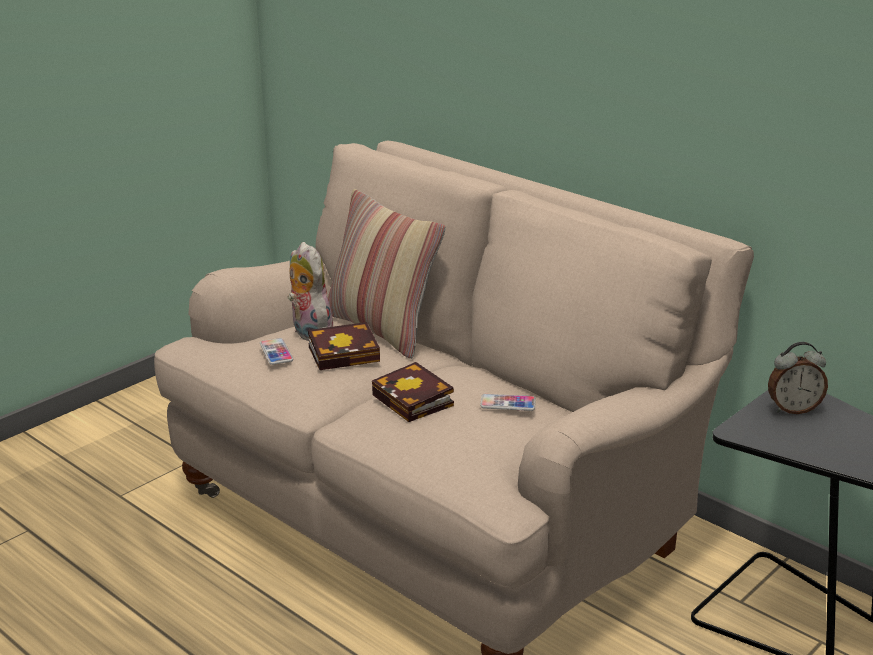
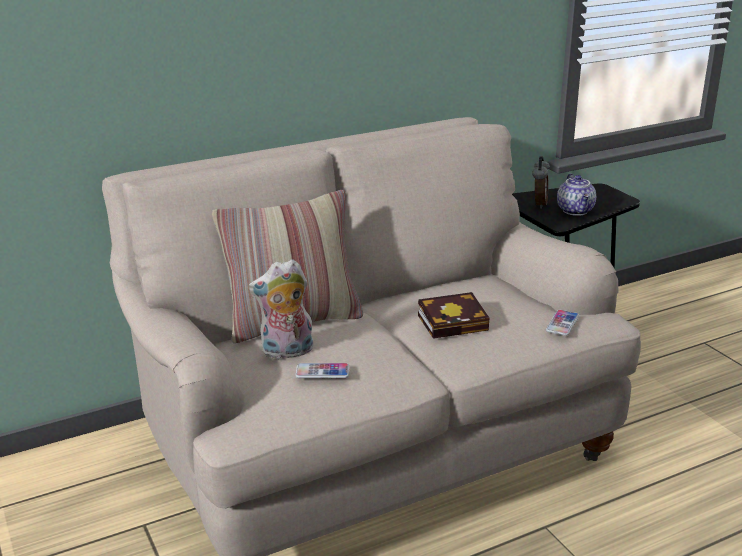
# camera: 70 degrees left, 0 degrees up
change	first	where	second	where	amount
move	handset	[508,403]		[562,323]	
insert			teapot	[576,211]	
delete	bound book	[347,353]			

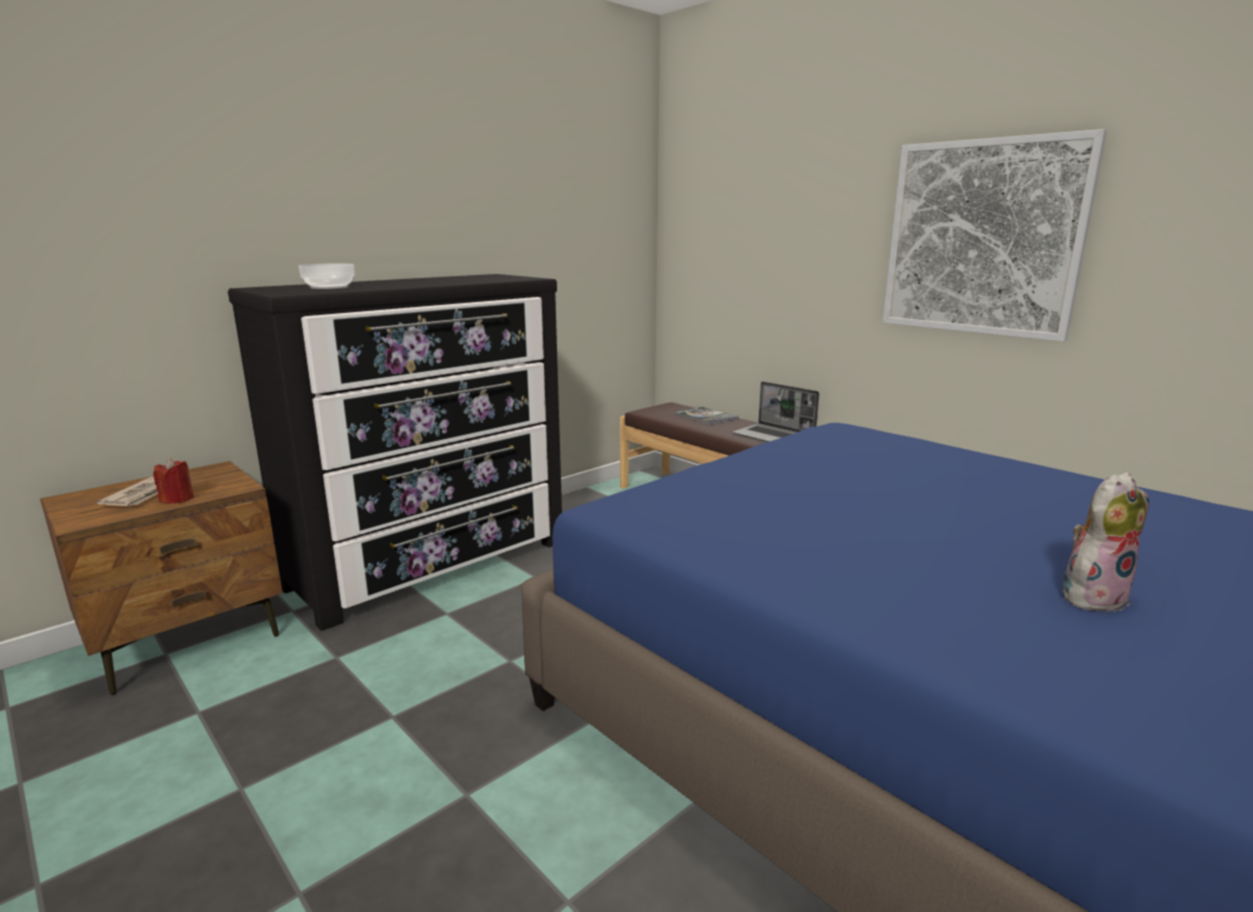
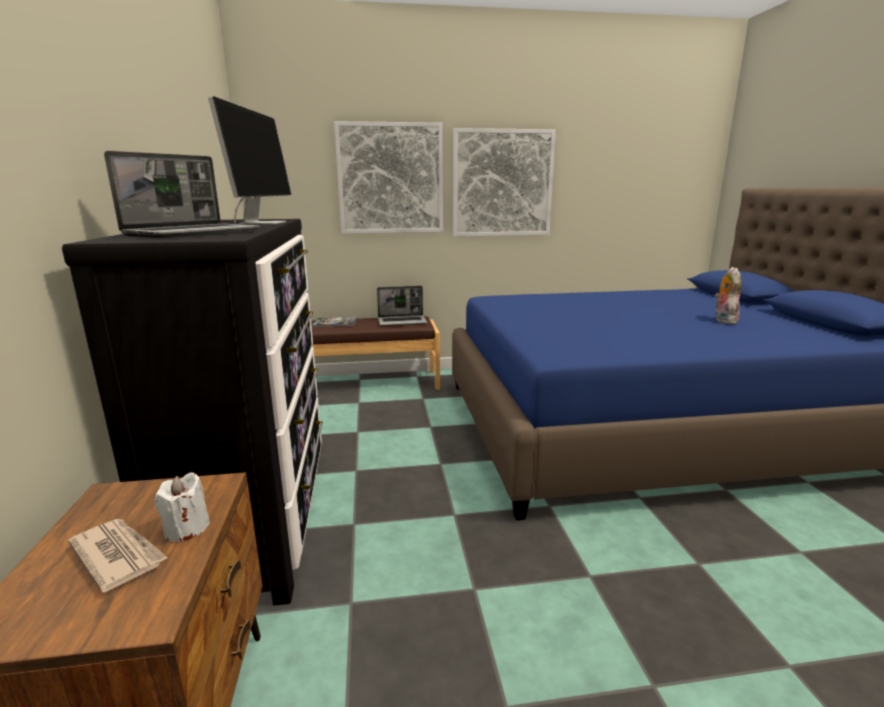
# camera: 55 degrees left, 0 degrees up
change	first	where	second	where	amount
replace	bowl	[330,287]	notebook computer	[194,233]	
recolor	wax light (red)	[177,499]	wax light (whitish)	[186,529]	
insert			computer screen	[262,223]	
insert			wall art	[390,179]	

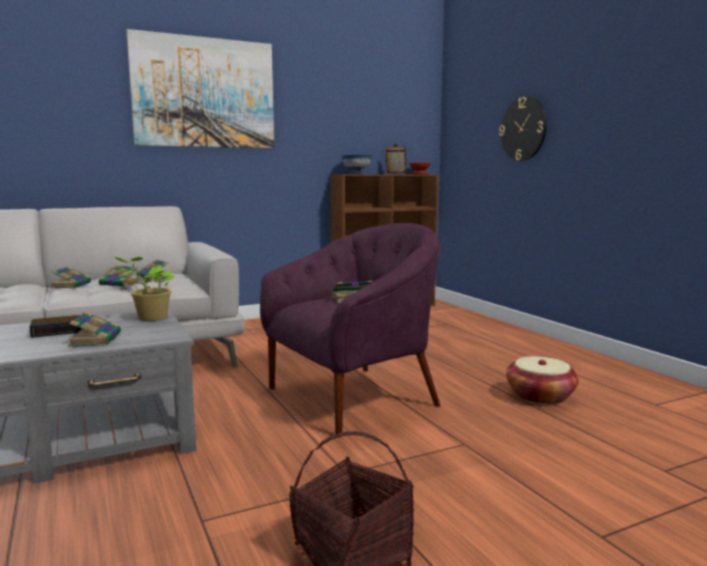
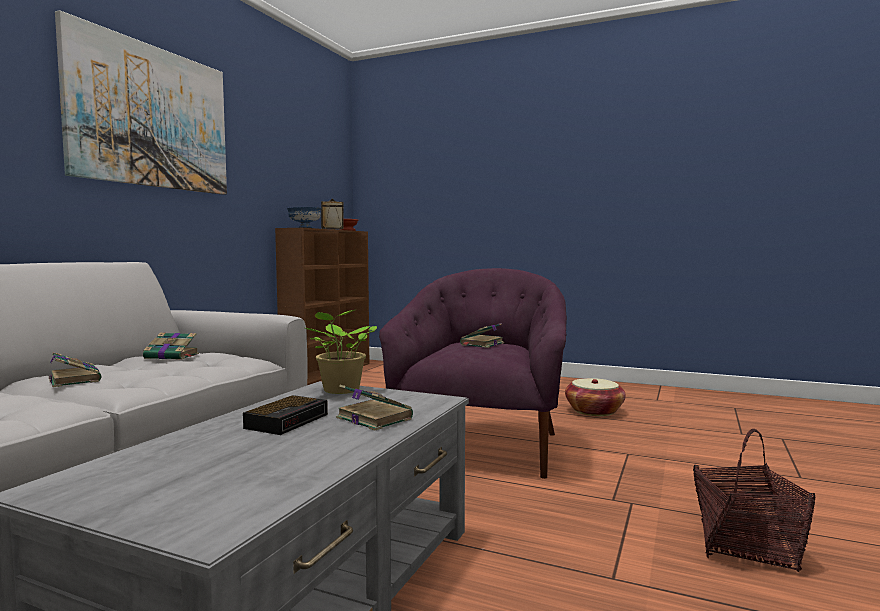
# camera: 40 degrees left, 5 degrees down
change	first	where	second	where	amount
delete	bound book	[120,284]			
delete	clock on the wall	[523,129]			

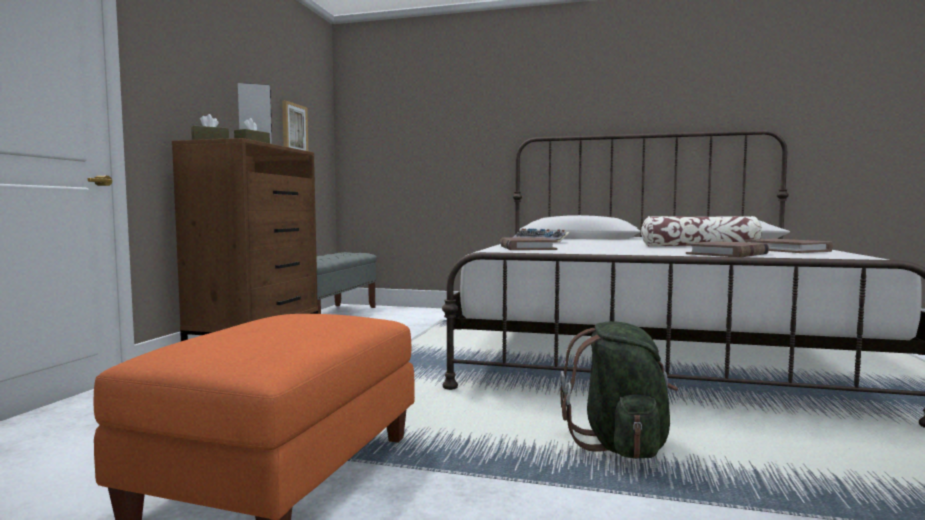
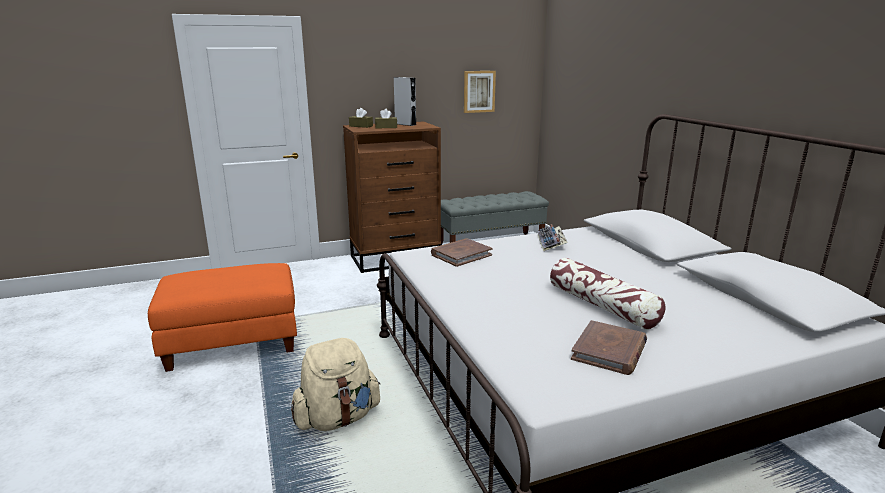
# camera: 55 degrees right, 15 degrees up
change	first	where	second	where	amount
recolor	backpack (green)	[620,444]	backpack (beige-coloured)	[337,418]	
delete	bound book (brownish)	[727,254]			

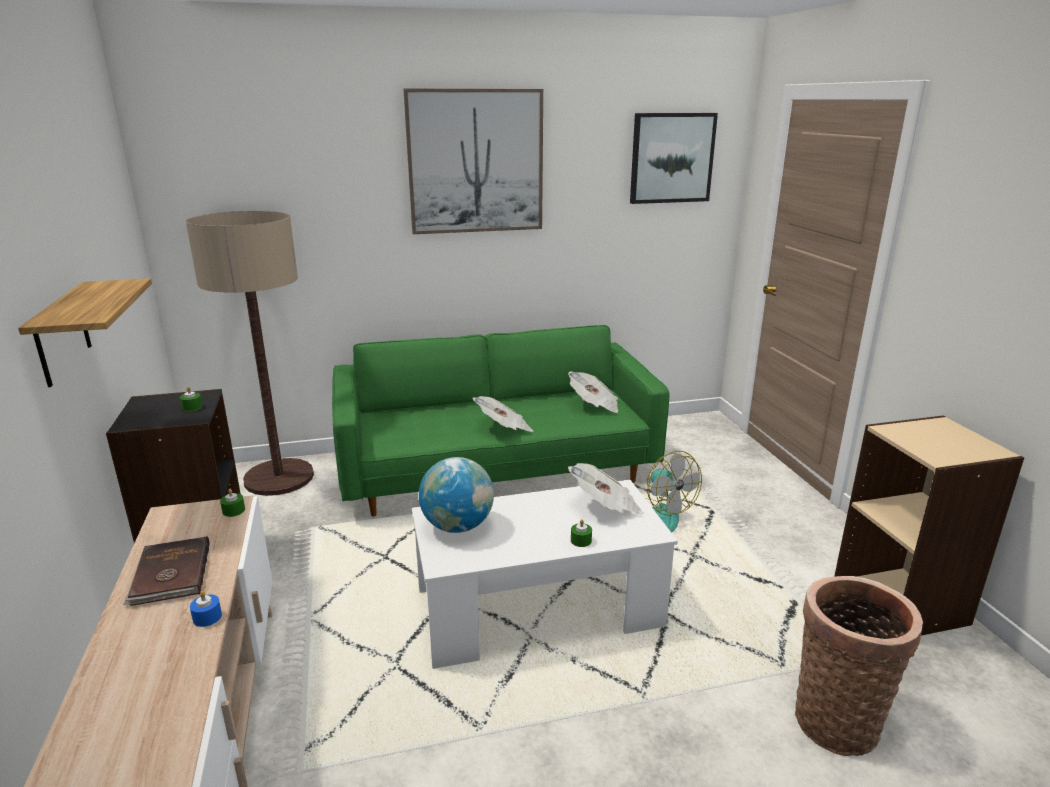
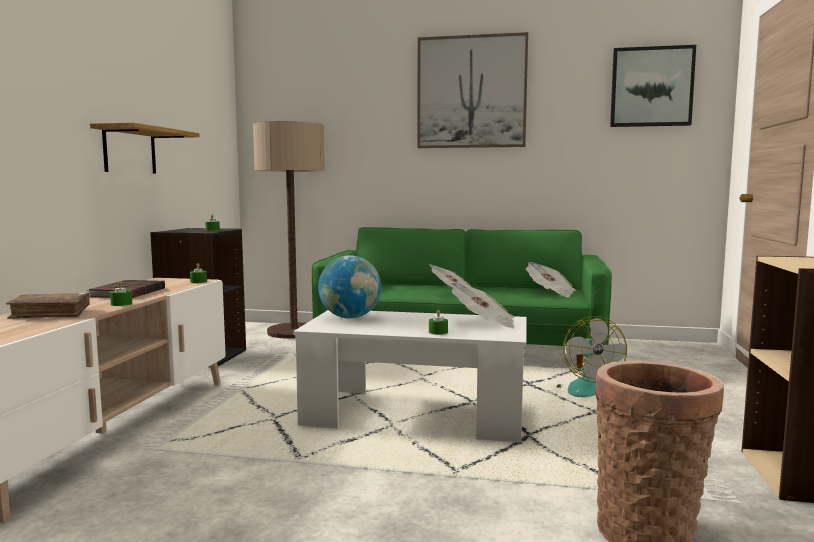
# camera: 25 degrees right, 15 degrees down
change	first	where	second	where	amount
insert			bound book (brownish)	[51,314]	
recolor	wax light (bluish)	[207,617]	wax light (green)	[121,304]	

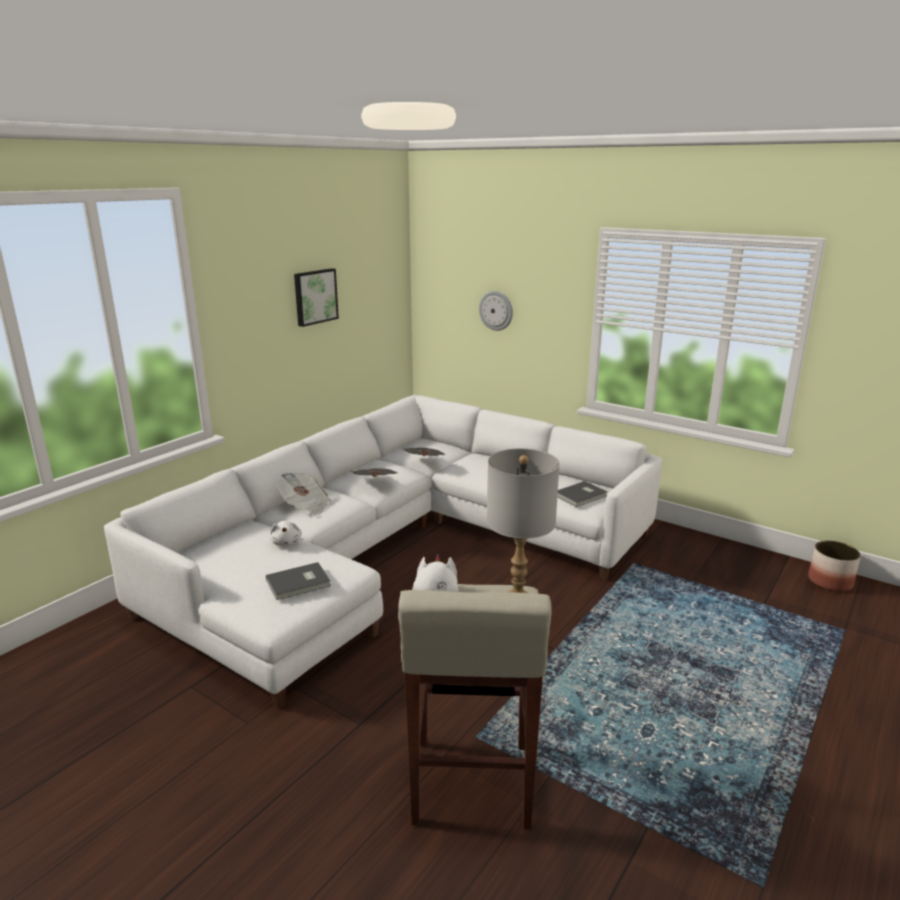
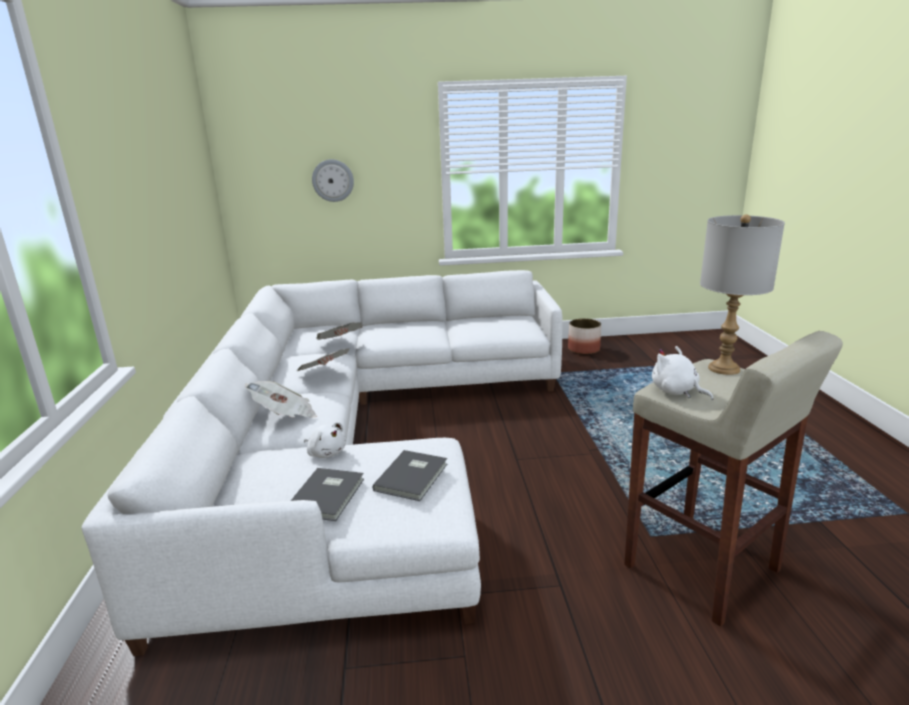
# camera: 40 degrees left, 0 degrees up
change	first	where	second	where	amount
move	bound book (greyish)	[582,495]		[328,495]	
move	plant pot	[830,582]		[584,349]	
delete	wall art	[314,296]			

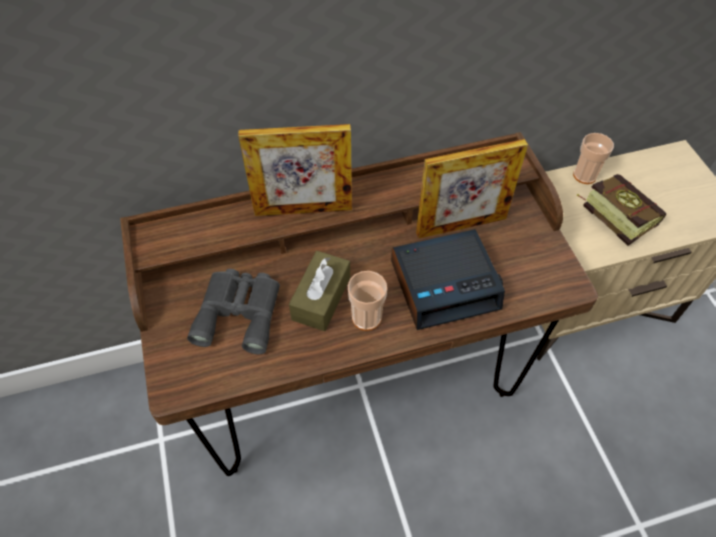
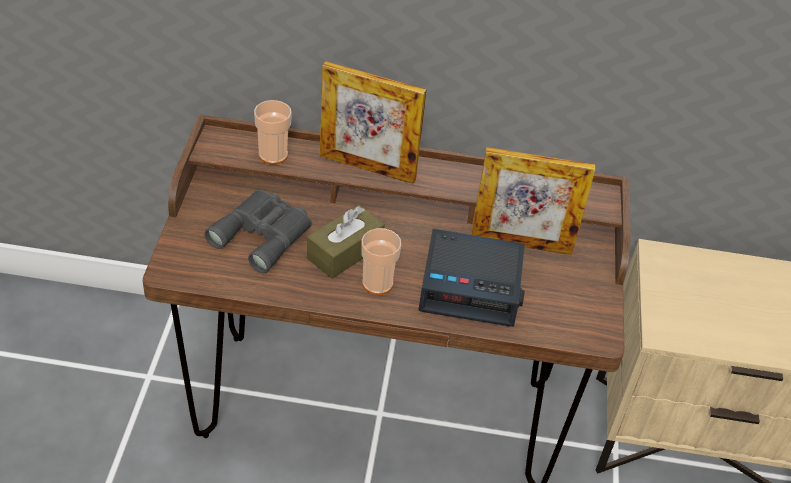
# camera: 20 degrees right, 10 degrees down
change	first	where	second	where	amount
move	small cup	[584,175]		[273,155]	
delete	bound book	[612,215]			

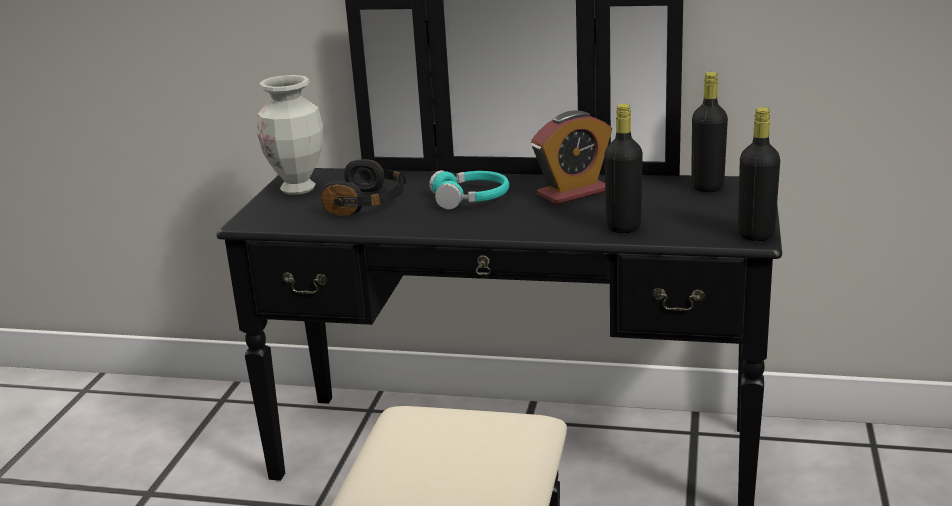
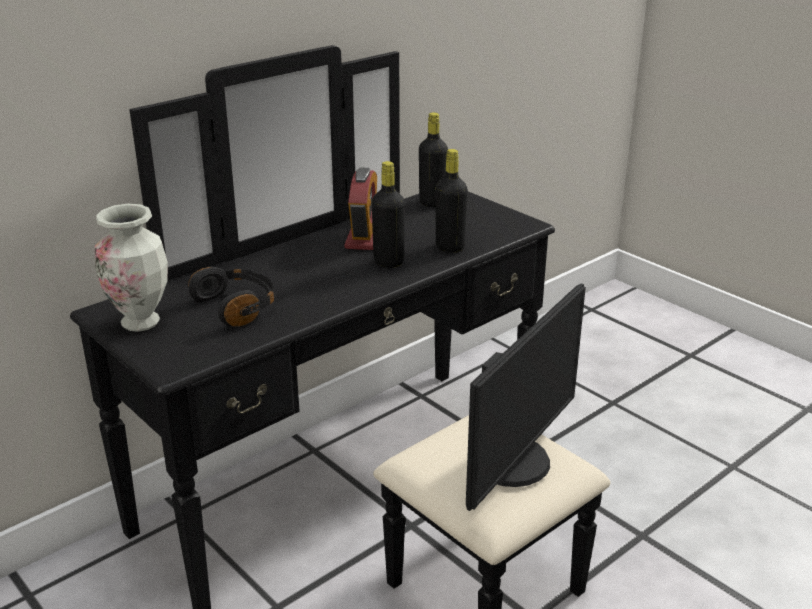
# camera: 55 degrees left, 5 degrees up
change	first	where	second	where	amount
move	bottle (black)	[755,235]		[388,262]	
insert			computer screen	[514,462]	
delete	pair of headphones (blue-green)	[471,199]			

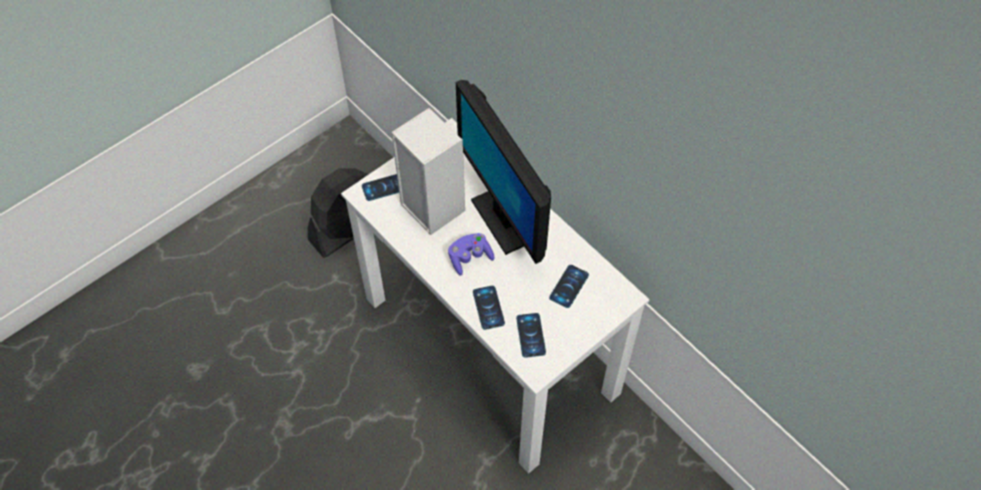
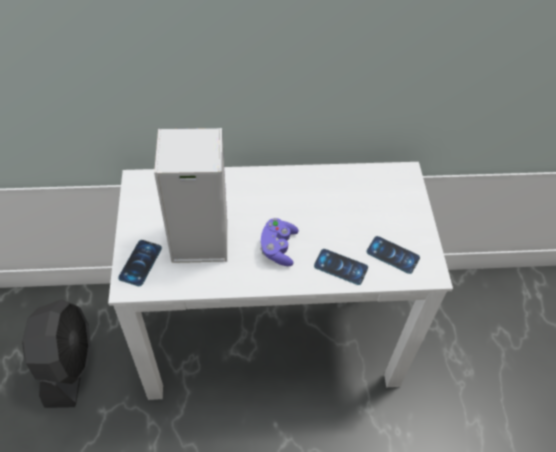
# camera: 55 degrees left, 5 degrees down
change	first	where	second	where	amount
delete	computer screen	[505,218]			
delete	handset	[569,286]			

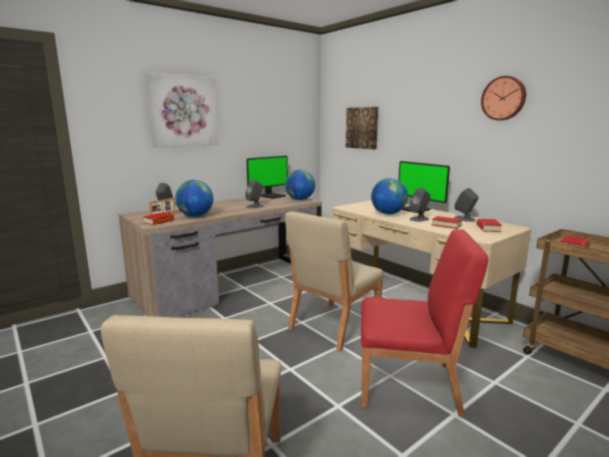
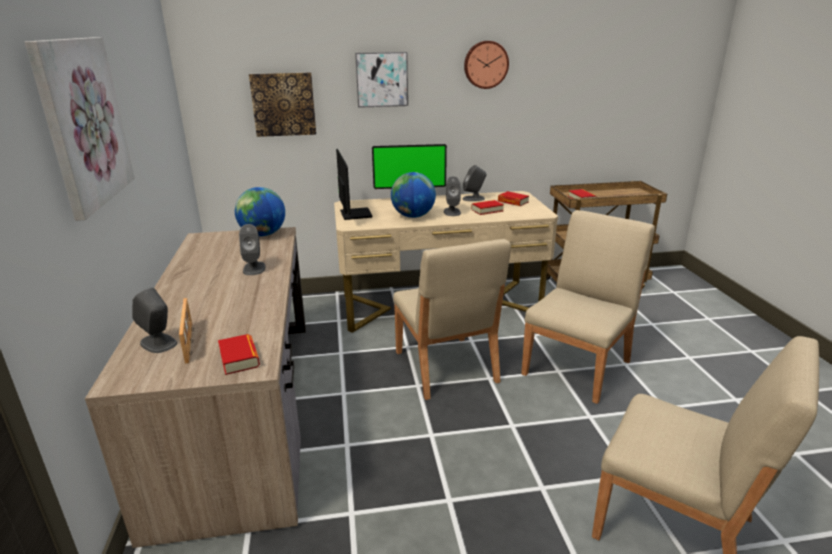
# camera: 60 degrees left, 10 degrees up
change	first	where	second	where	amount
move	computer screen	[272,196]		[354,214]	
insert			wall art	[382,79]	
recolor	upright chair (red)	[409,385]	upright chair (beige-coloured)	[578,367]	
delete	world globe	[195,216]			

